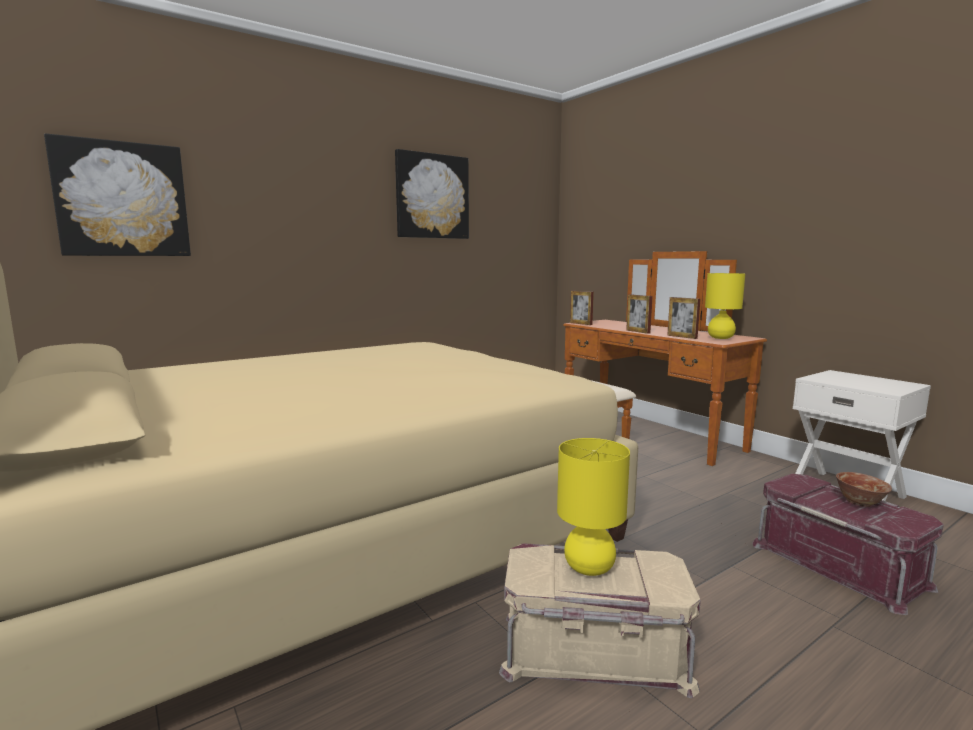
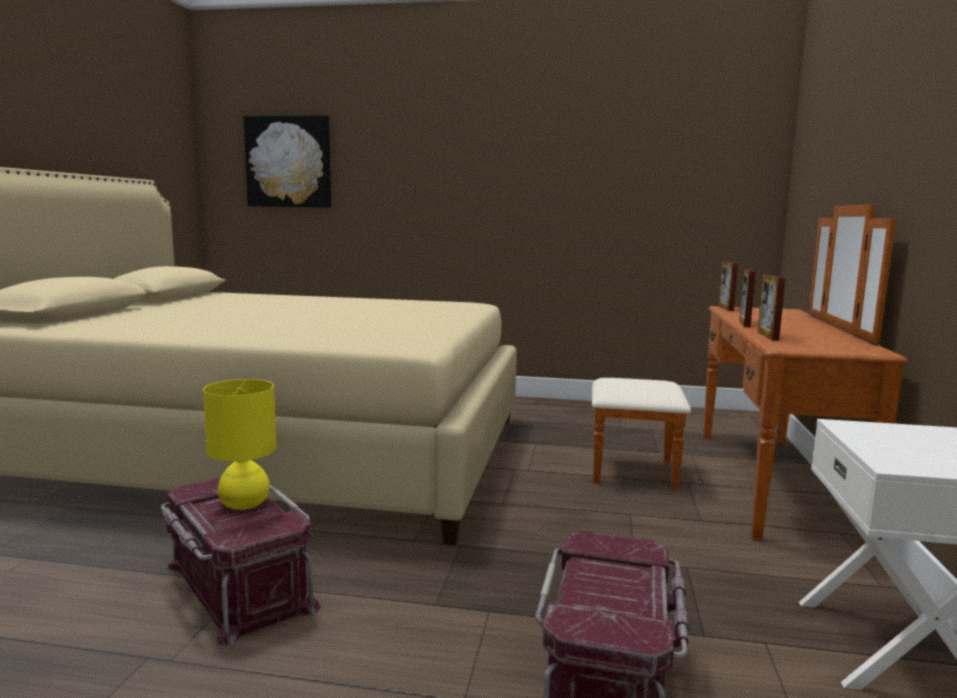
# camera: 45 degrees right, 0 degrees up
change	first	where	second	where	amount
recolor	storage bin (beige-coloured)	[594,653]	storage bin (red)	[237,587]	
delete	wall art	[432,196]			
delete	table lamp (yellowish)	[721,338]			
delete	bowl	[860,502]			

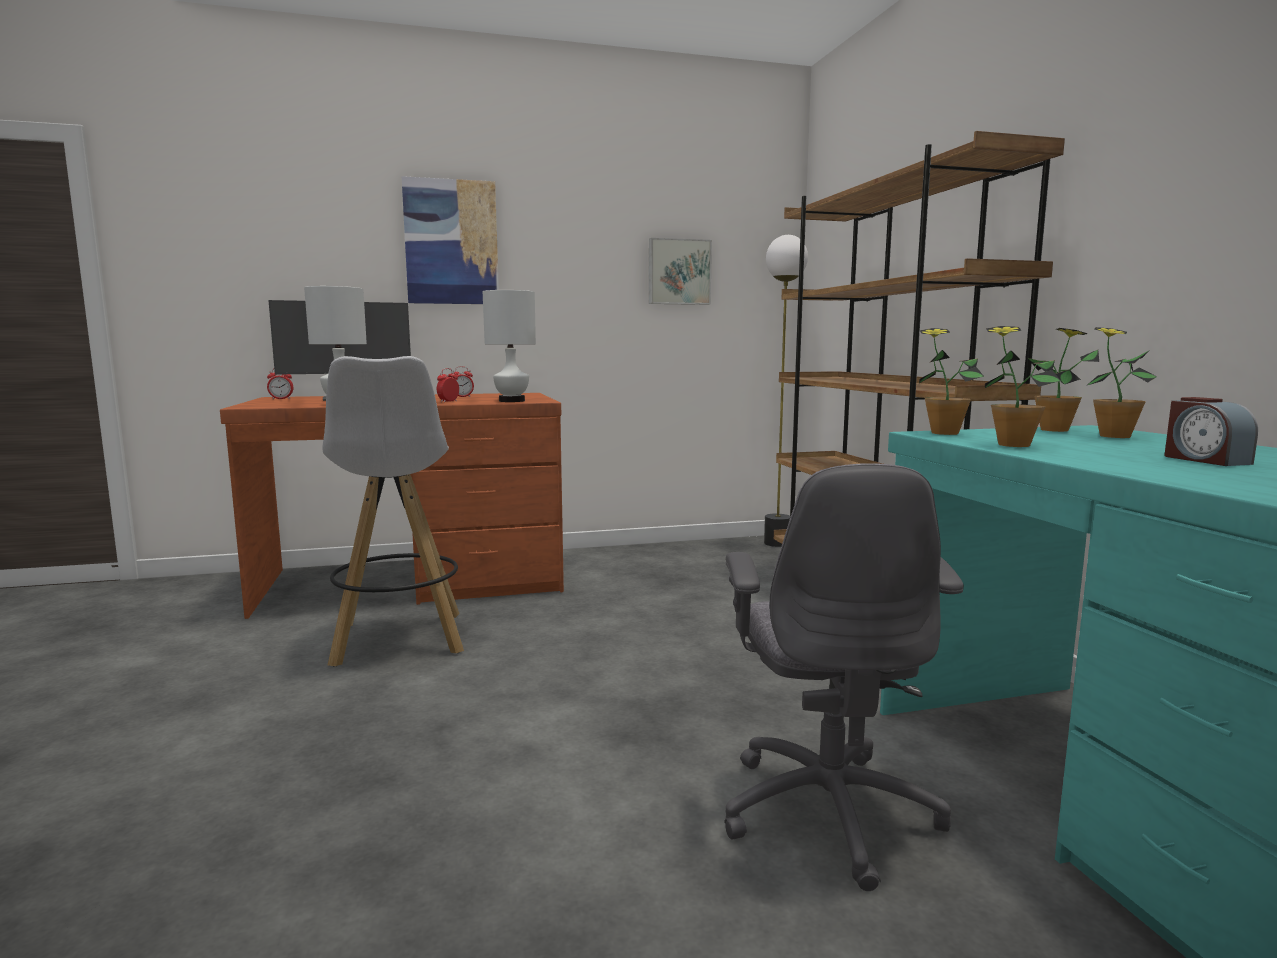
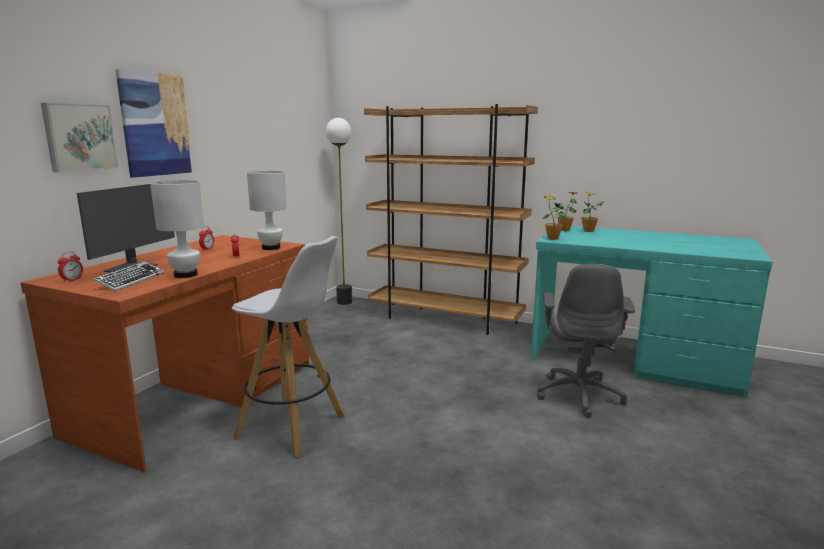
# camera: 50 degrees left, 5 degrees up
change	first	where	second	where	amount
move	wall art	[679,272]		[79,137]	
insert			computer keyboard	[130,280]	
rotate	office chair (greyish)	[829,809]		[579,394]	60 degrees clockwise
delete	houseplant	[1013,445]			
delete	table clock	[1204,460]			

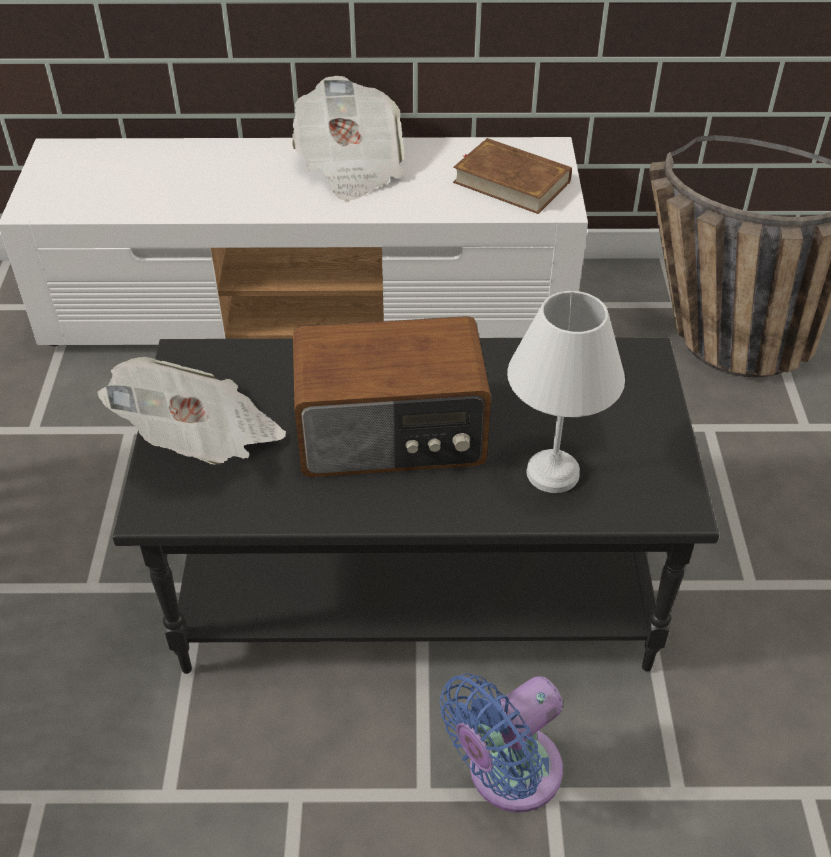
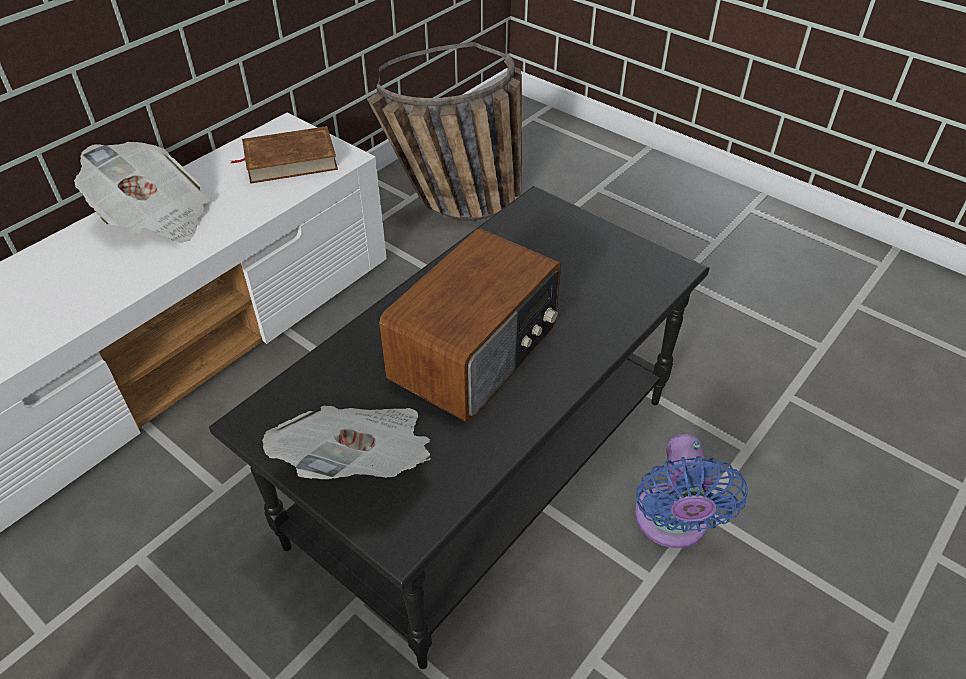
# camera: 50 degrees left, 0 degrees up
change	first	where	second	where	amount
delete	table lamp (whitish)	[555,474]			

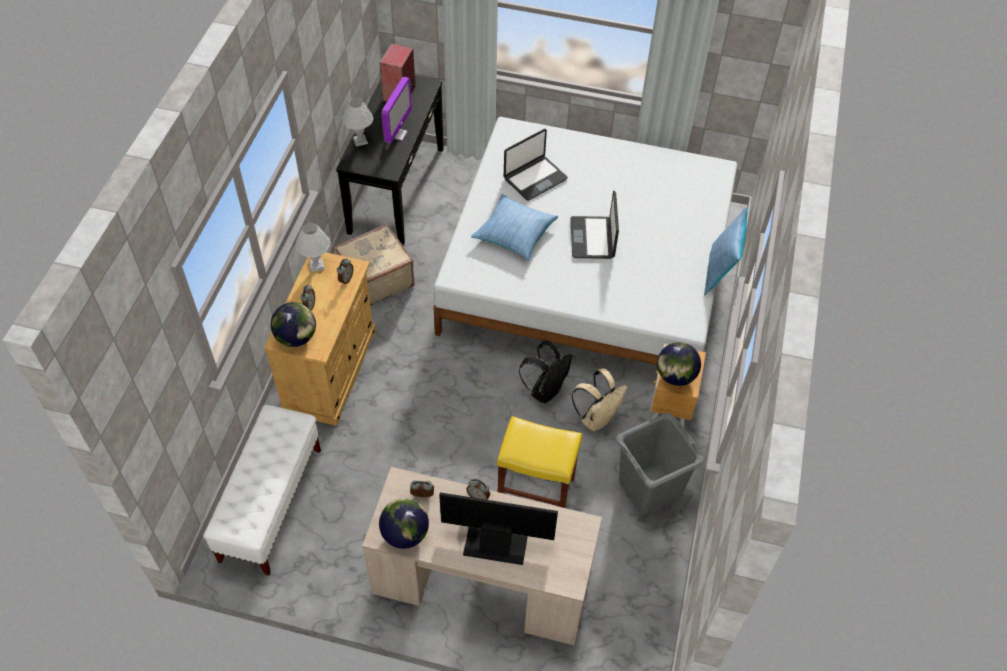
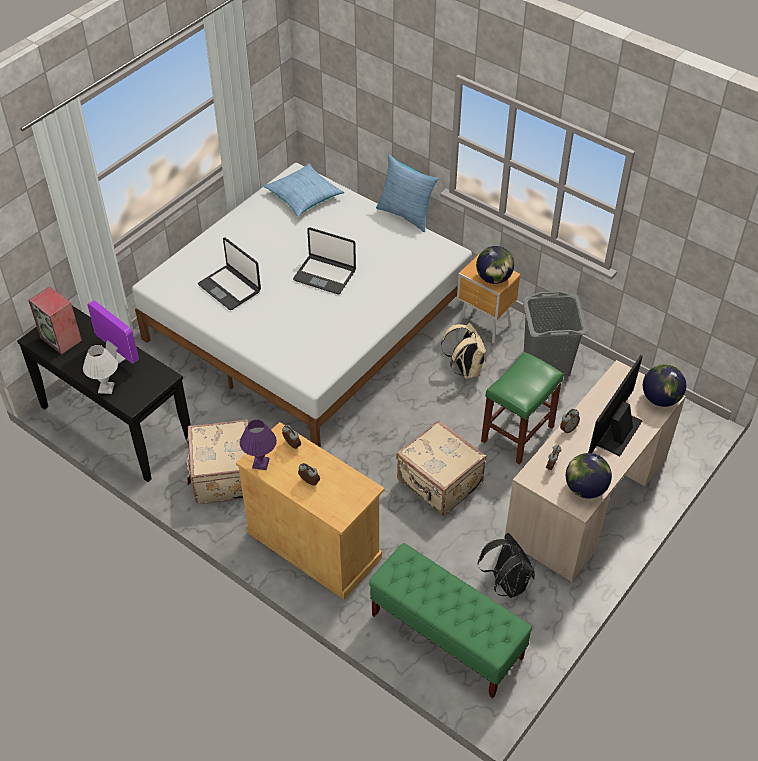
# camera: 65 degrees left, 5 degrees down
change	first	where	second	where	amount
rotate	notebook computer	[535,178]		[230,288]	150 degrees clockwise
recolor	table lamp (whitish)	[317,265]	table lamp (purplish)	[260,463]	
move	pillow	[514,233]		[304,195]	
recolor	bench (whitish)	[271,504]	bench (green)	[446,636]	
insert			piece of luggage (beige-coloured)	[439,483]	
move	backpack (black)	[545,390]		[506,583]	
recolor	stool seat (yellowish)	[537,490]	stool seat (green)	[517,433]	
move	world globe	[296,337]		[660,398]	

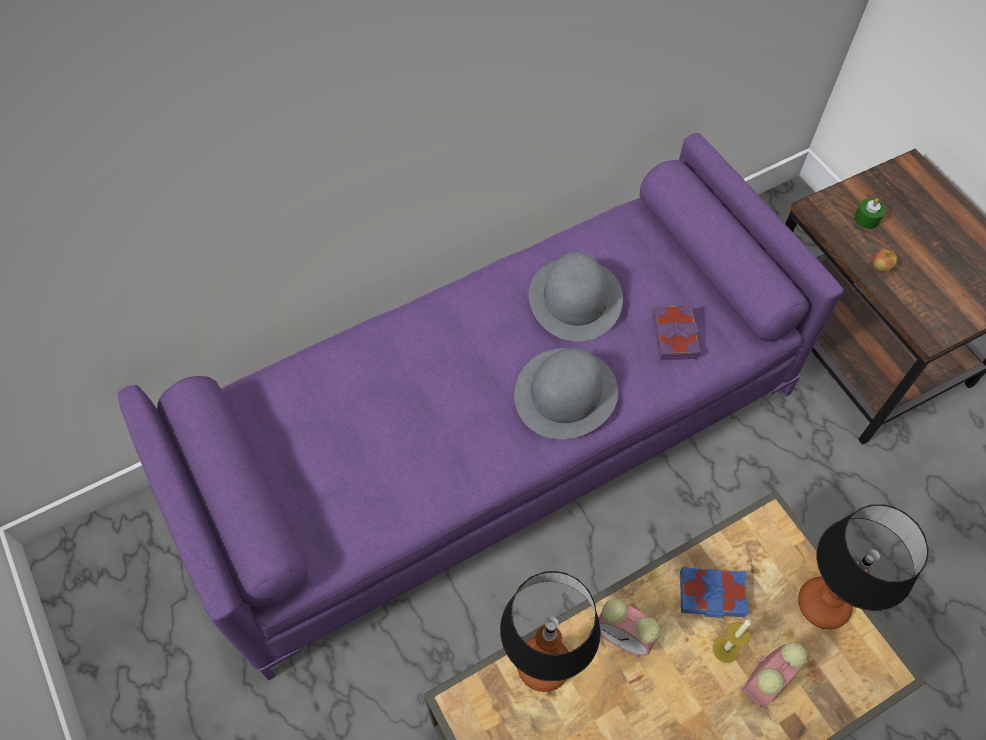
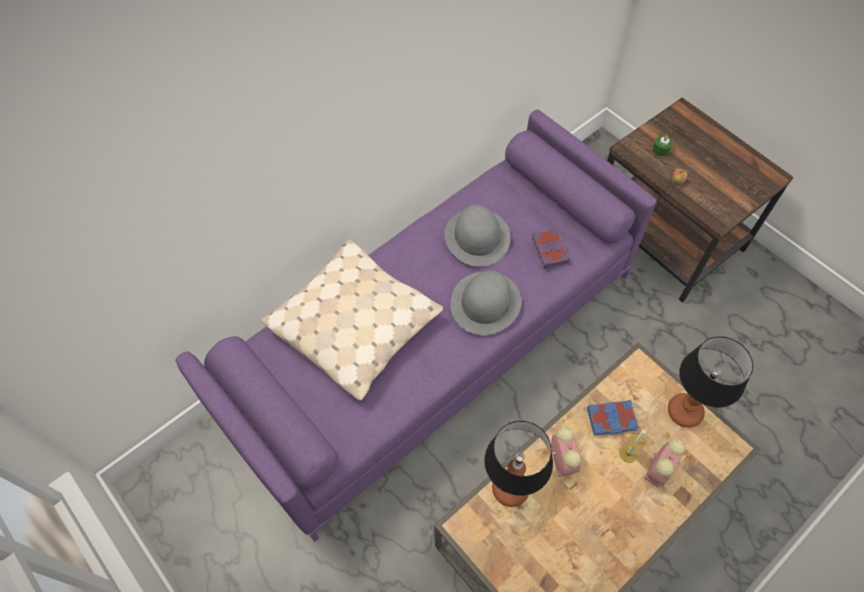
# camera: 10 degrees left, 0 degrees up
change	first	where	second	where	amount
insert			pillow (beige-coloured)	[355,324]	
rotate	table clock	[625,637]		[560,459]	120 degrees counterclockwise

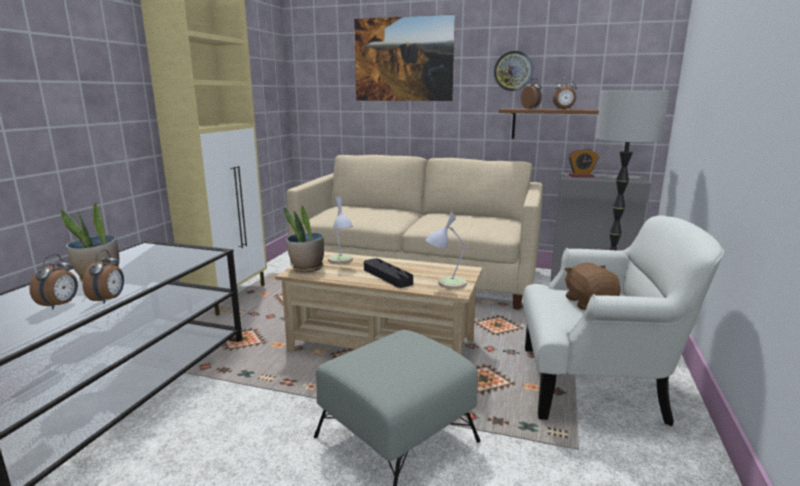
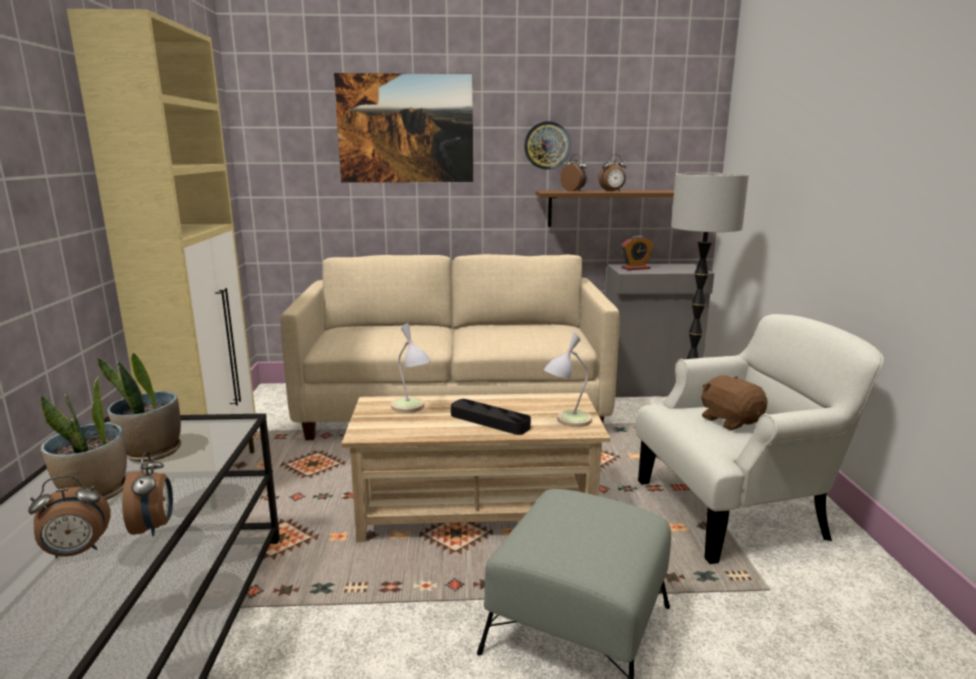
# camera: 20 degrees left, 0 degrees up
change	first	where	second	where	amount
rotate	table clock	[60,305]		[77,552]	75 degrees clockwise
move	houseplant	[307,268]		[152,452]	

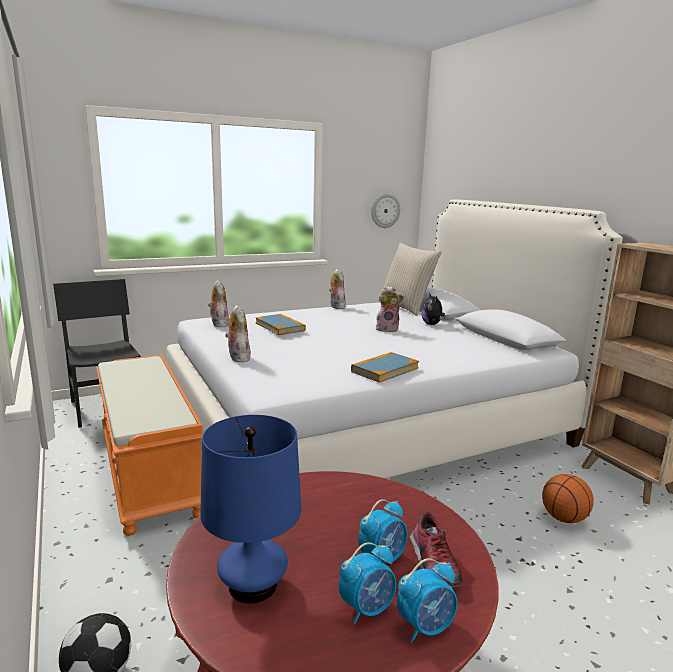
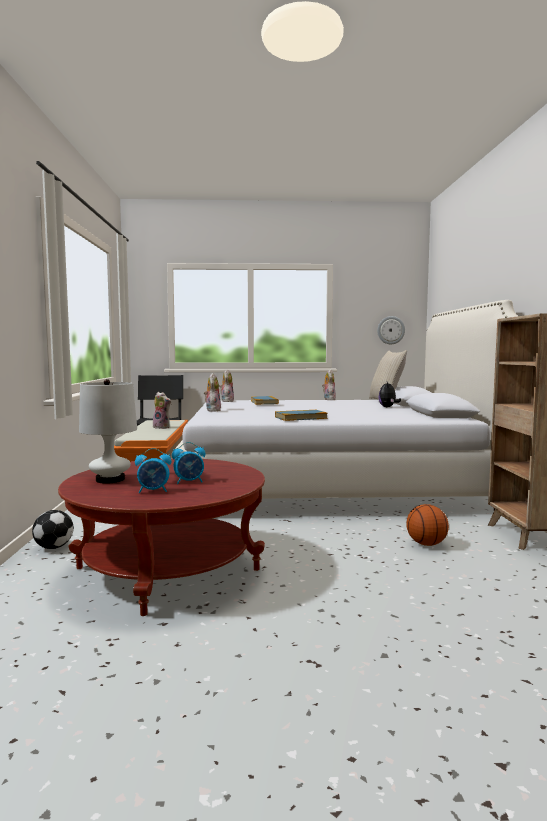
# camera: 25 degrees right, 10 degrees down
change	first	where	second	where	amount
recolor	table lamp (bluish)	[253,585]	table lamp (whitish)	[110,480]	
move	soft toy	[387,329]		[162,427]	
delete	table clock	[425,627]			
delete	low shoe	[432,563]			

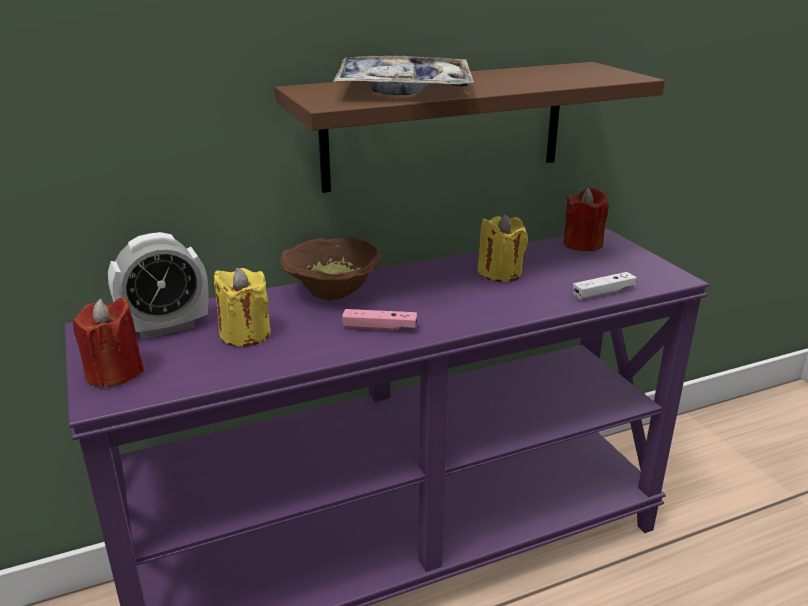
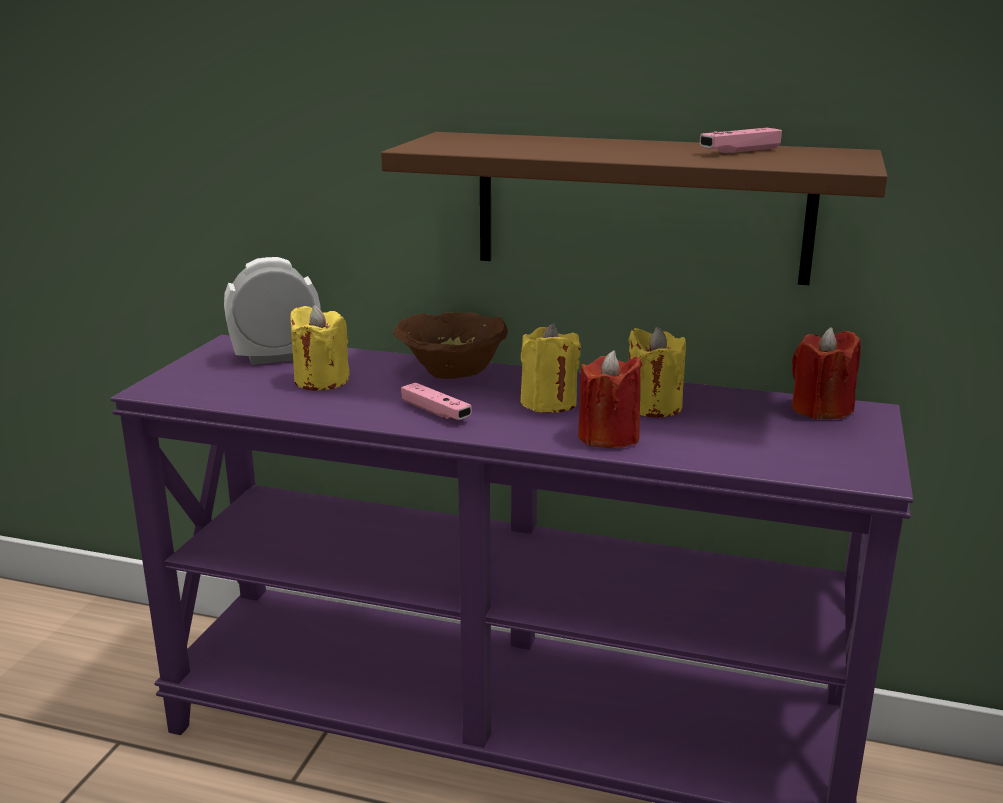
# camera: 40 degrees right, 5 degrees down
change	first	where	second	where	amount
rotate	table clock	[166,327]		[276,358]	150 degrees clockwise
insert			wax light (yellowish)	[548,403]	
move	wax light (red)	[114,373]		[608,437]	
insert			gamepad (pink)	[740,151]	
delete	serving tray	[403,89]			
delete	gamepad (whitish)	[603,292]			

